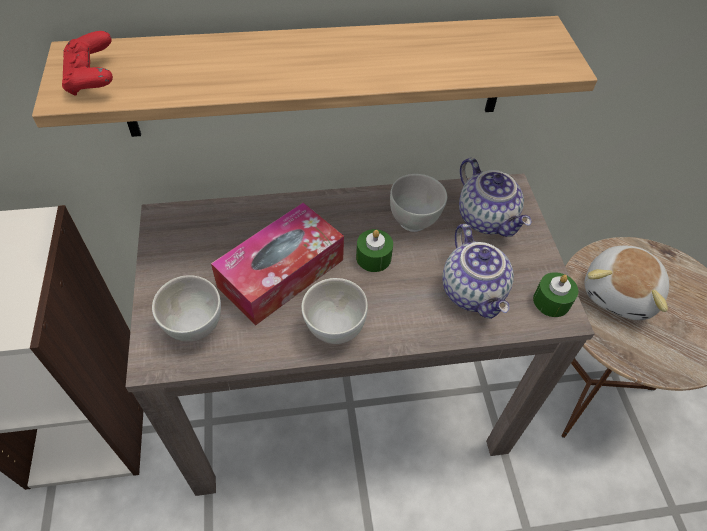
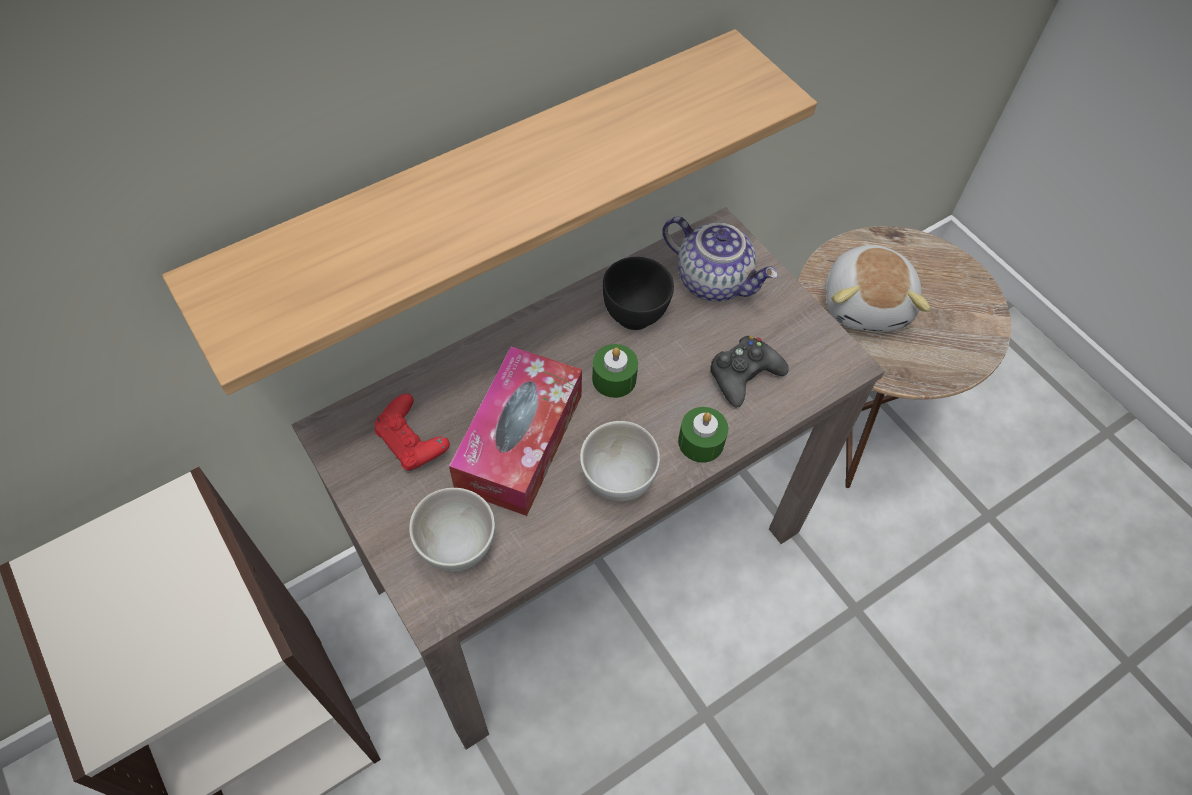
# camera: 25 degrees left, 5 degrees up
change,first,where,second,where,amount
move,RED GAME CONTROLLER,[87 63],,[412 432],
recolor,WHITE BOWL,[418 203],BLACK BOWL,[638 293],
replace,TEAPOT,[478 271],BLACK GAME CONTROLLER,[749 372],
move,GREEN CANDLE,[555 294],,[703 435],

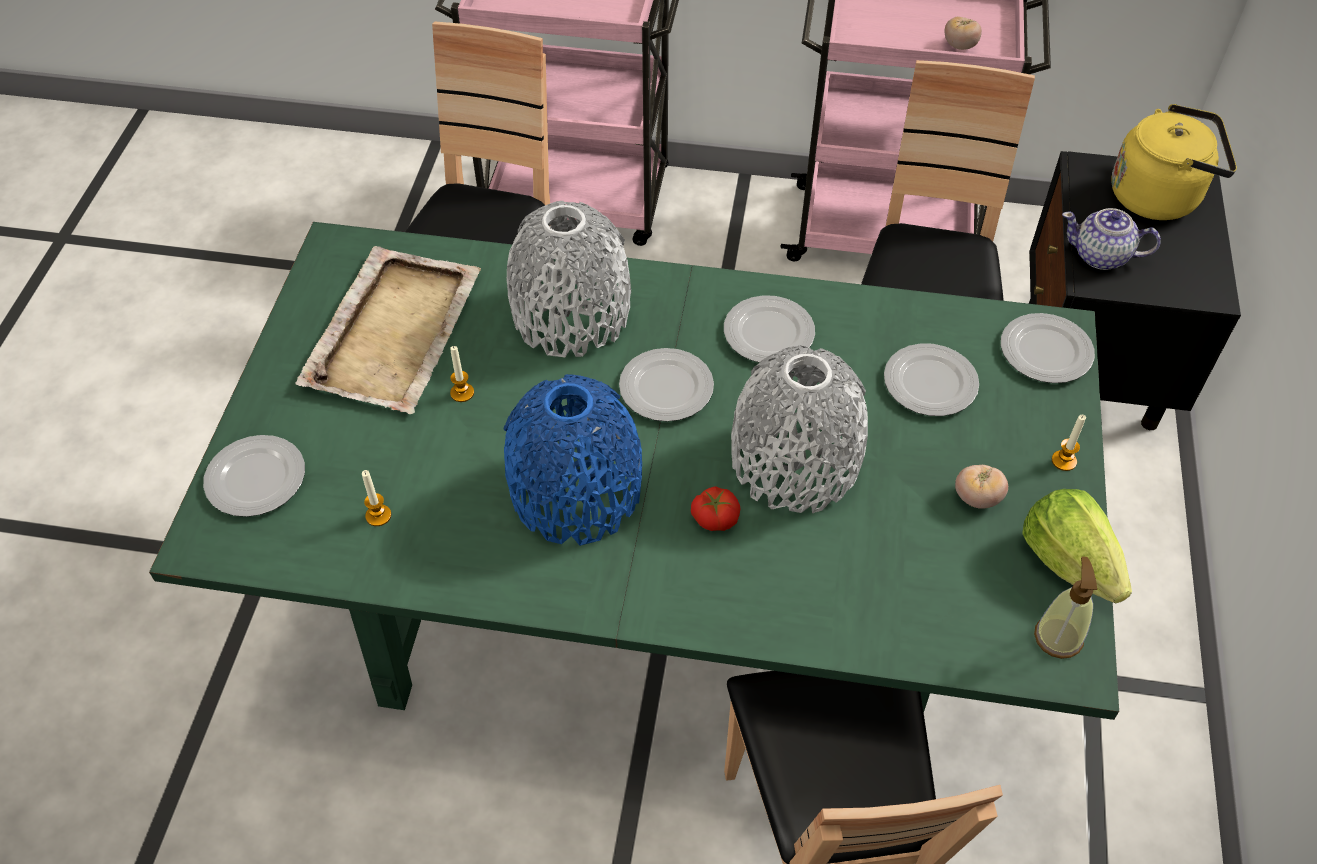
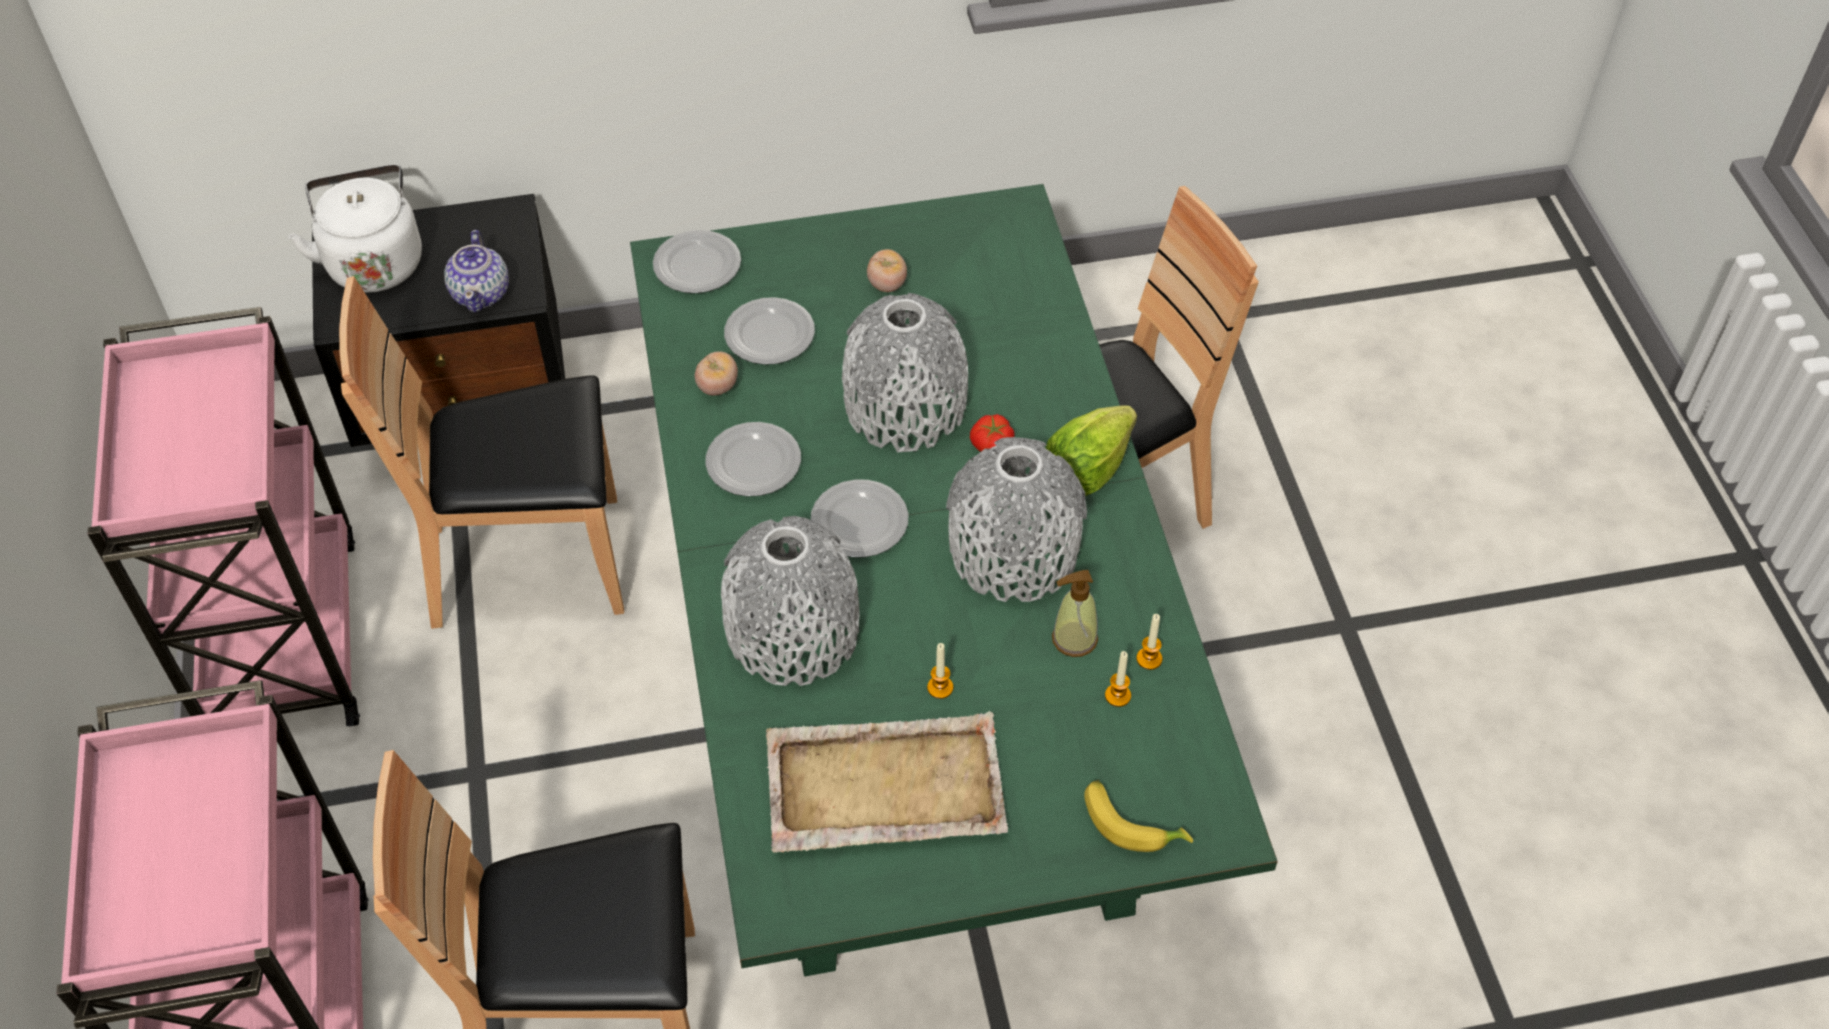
# camera: 110 degrees left, 0 degrees up
change,first,where,second,where,amount
replace,PLATE,[254 476],BANANA,[1138 816],
recolor,BLUE VASE,[573 460],GREY VASE,[1016 519],
move,TOMATO,[963 33],,[716 374],
move,LETTUCE,[1077 546],,[1091 450],
move,SOAP DISPENSER,[1065 608],,[1075 613],
move,CANDLE,[1069 443],,[1149 642],
recolor,YELLOW KETTLE,[1174 162],WHITE KETTLE,[355 228],

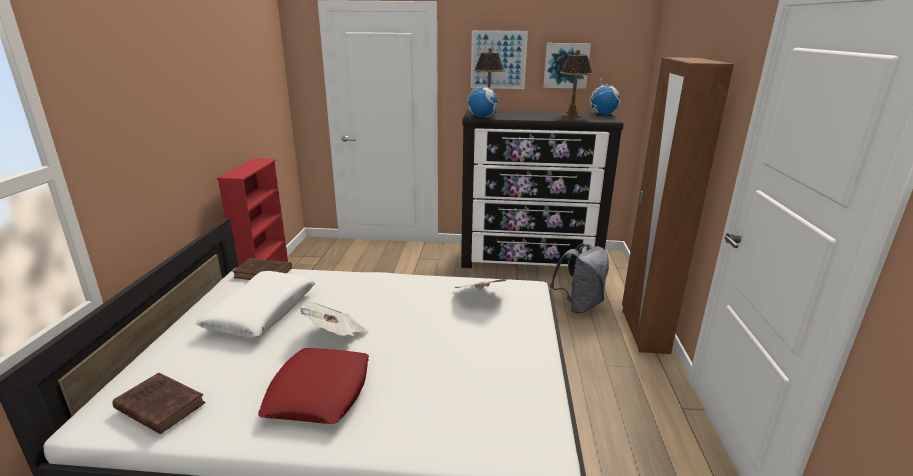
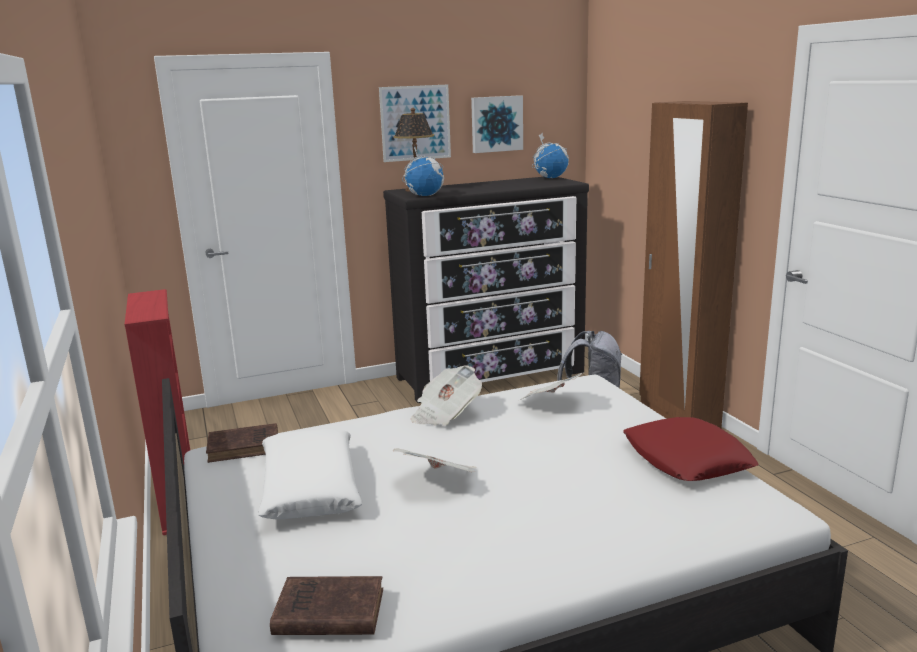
# camera: 25 degrees left, 5 degrees down
change,first,where,second,where,amount
move,RED PILLOW,[313 386],,[690 449],
delete,TABLE LAMP,[576 84],,,
insert,,,NEWSPAPER,[446 395],

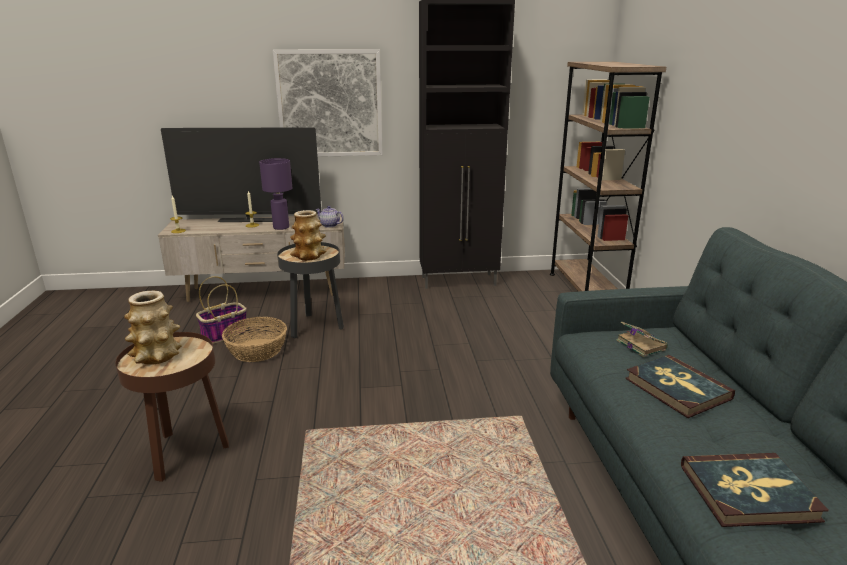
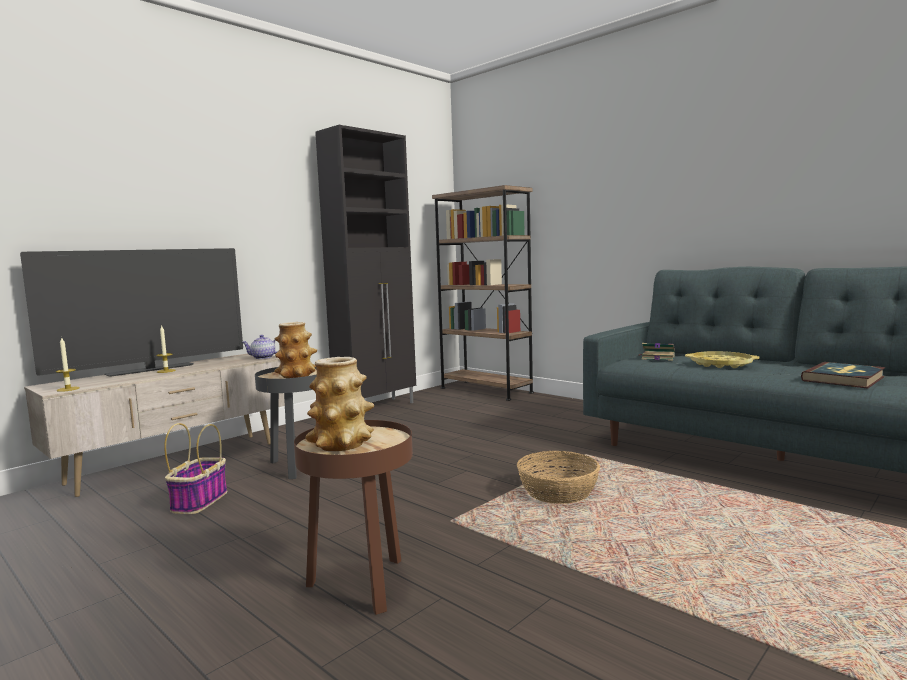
# camera: 40 degrees left, 15 degrees down
change,first,where,second,where,amount
move,BASKET,[254 339],,[558 477],
delete,PURPLE TABLE LAMP,[275 194],,,
delete,PICTURE,[328 103],,,
replace,BOOK,[680 386],YELLOW TRAY,[722 359],

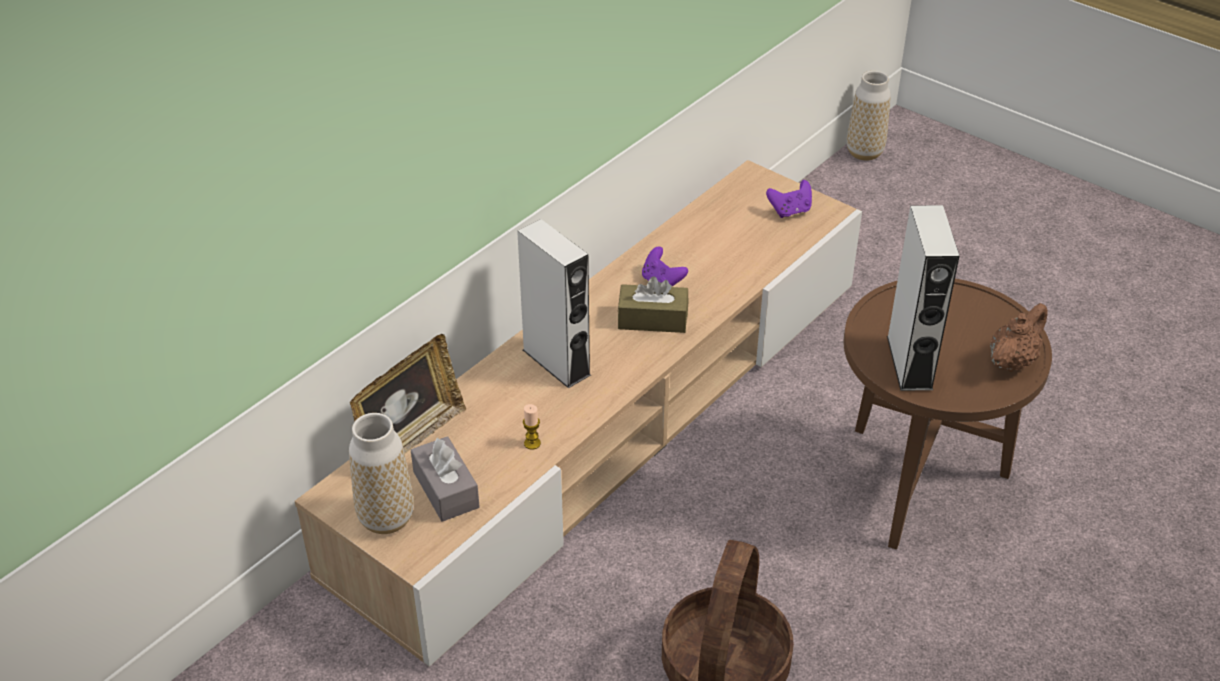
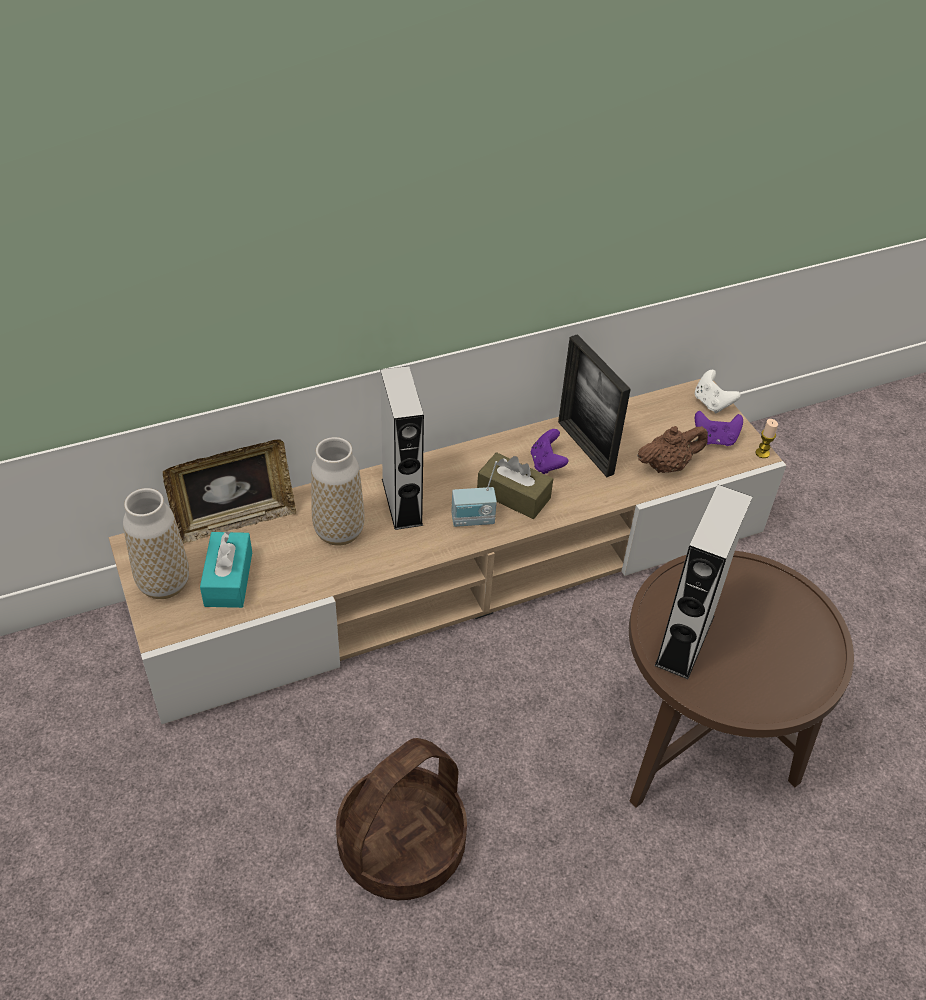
# camera: 25 degrees right, 5 degrees up
change,first,where,second,where,amount
recolor,GREY TISSUE BOX,[445 479],TURQUOISE TISSUE BOX,[226 569],
move,CANDLE,[532 427],,[766 438],
move,VASE,[869 116],,[337 491],
move,BROWN TEAPOT,[1019 337],,[672 449],
insert,,,RADIO,[474 494],
insert,,,PICTURE FRAME,[594 405],
insert,,,WHITE GAME CONTROLLER,[718 391],

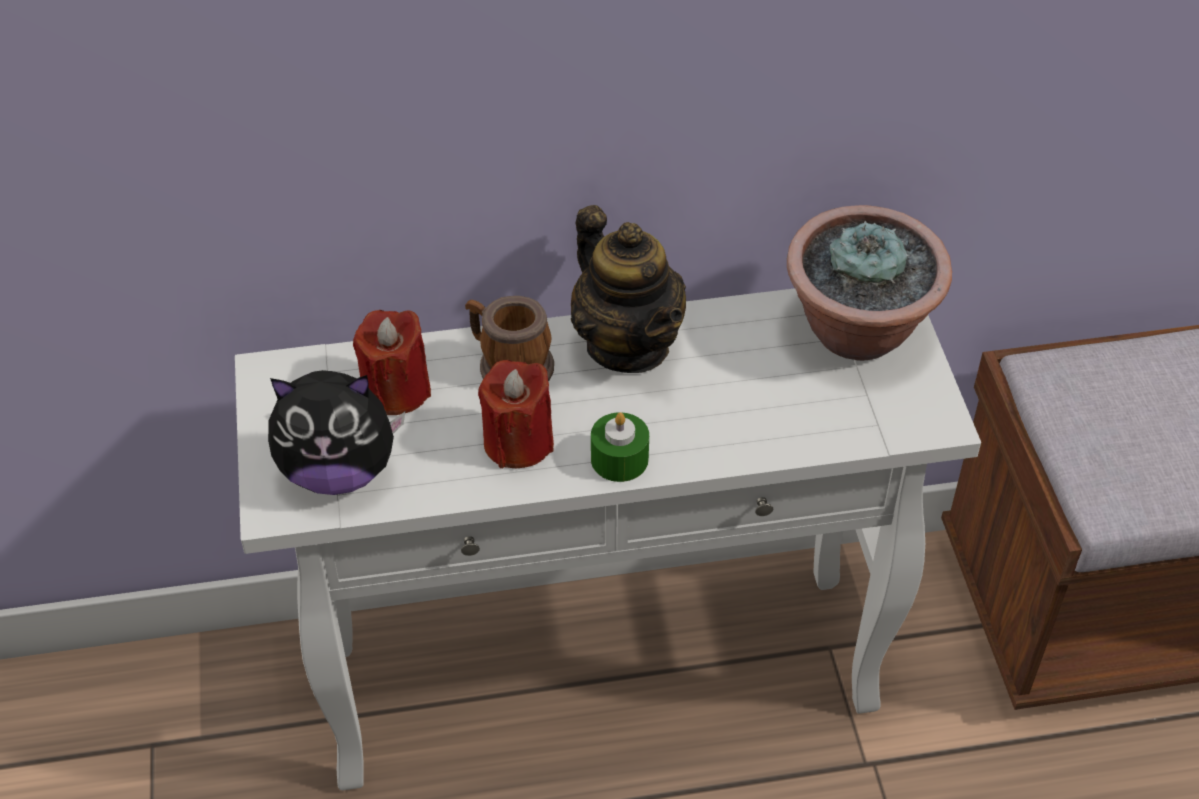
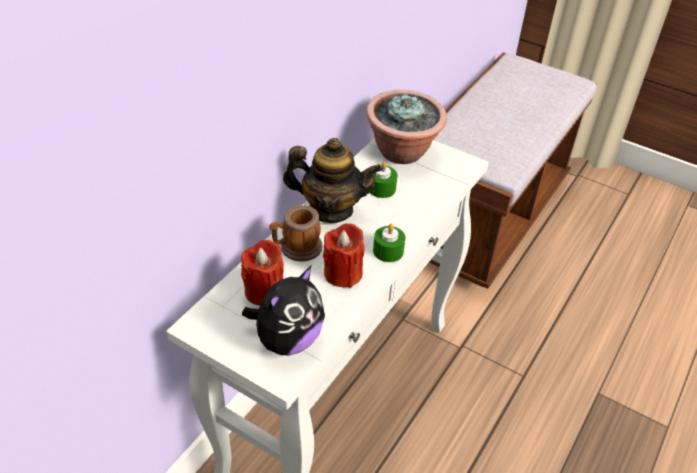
# camera: 50 degrees left, 5 degrees down
change,first,where,second,where,amount
insert,,,GREEN CANDLE,[383 180],

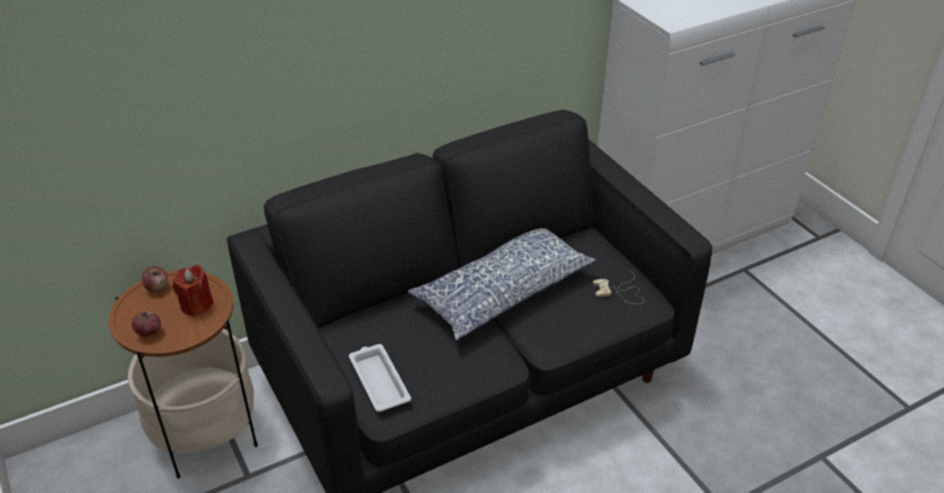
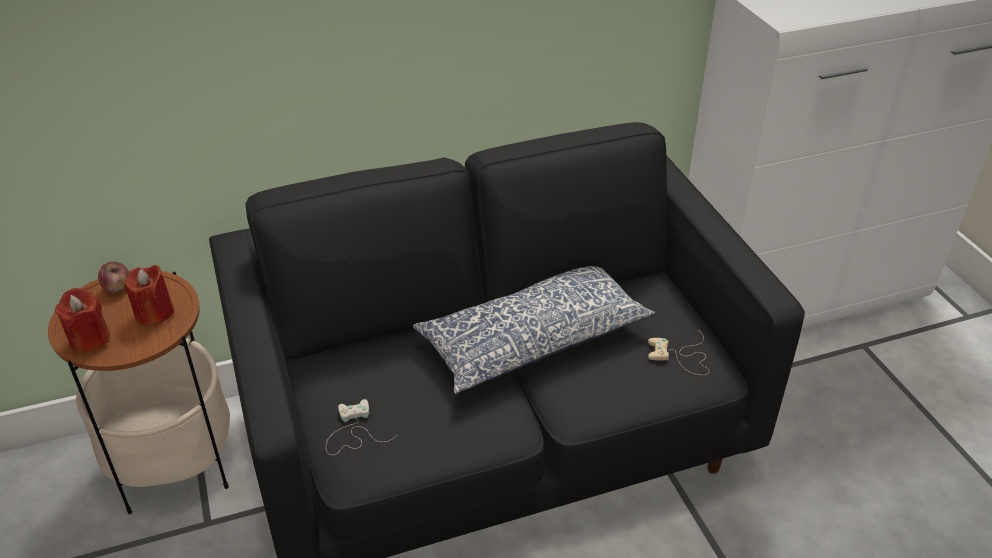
# camera: 10 degrees right, 0 degrees up
change,first,where,second,where,amount
replace,APPLE,[146 324],RED CANDLE,[82 320],
replace,WHITE TRAY,[380 378],WHITE GAME CONTROLLER,[361 427],

